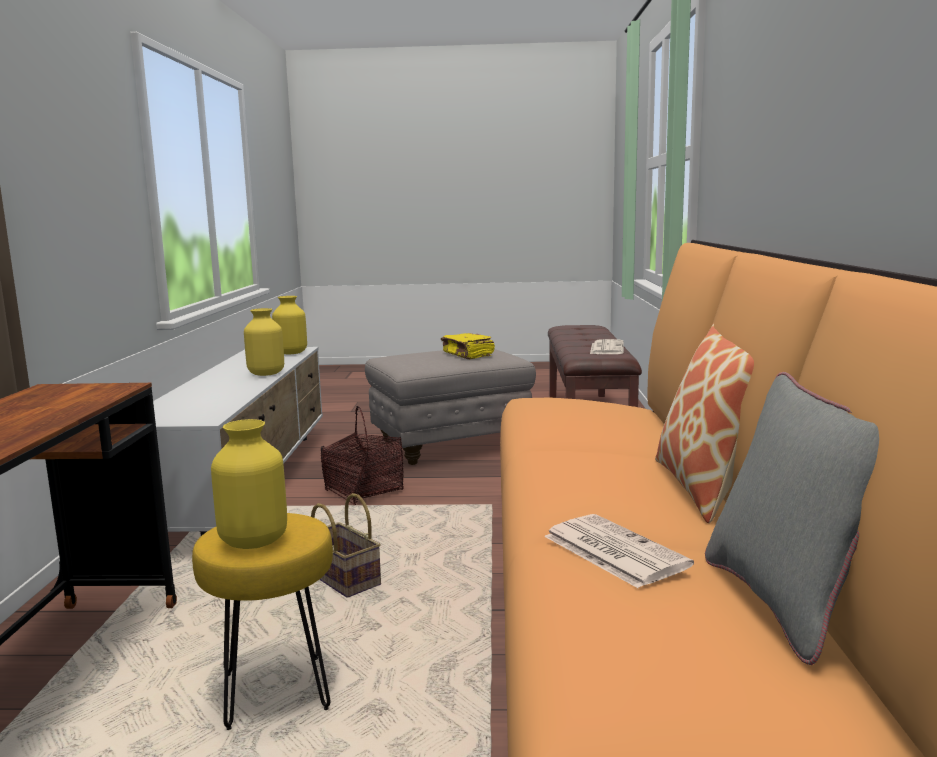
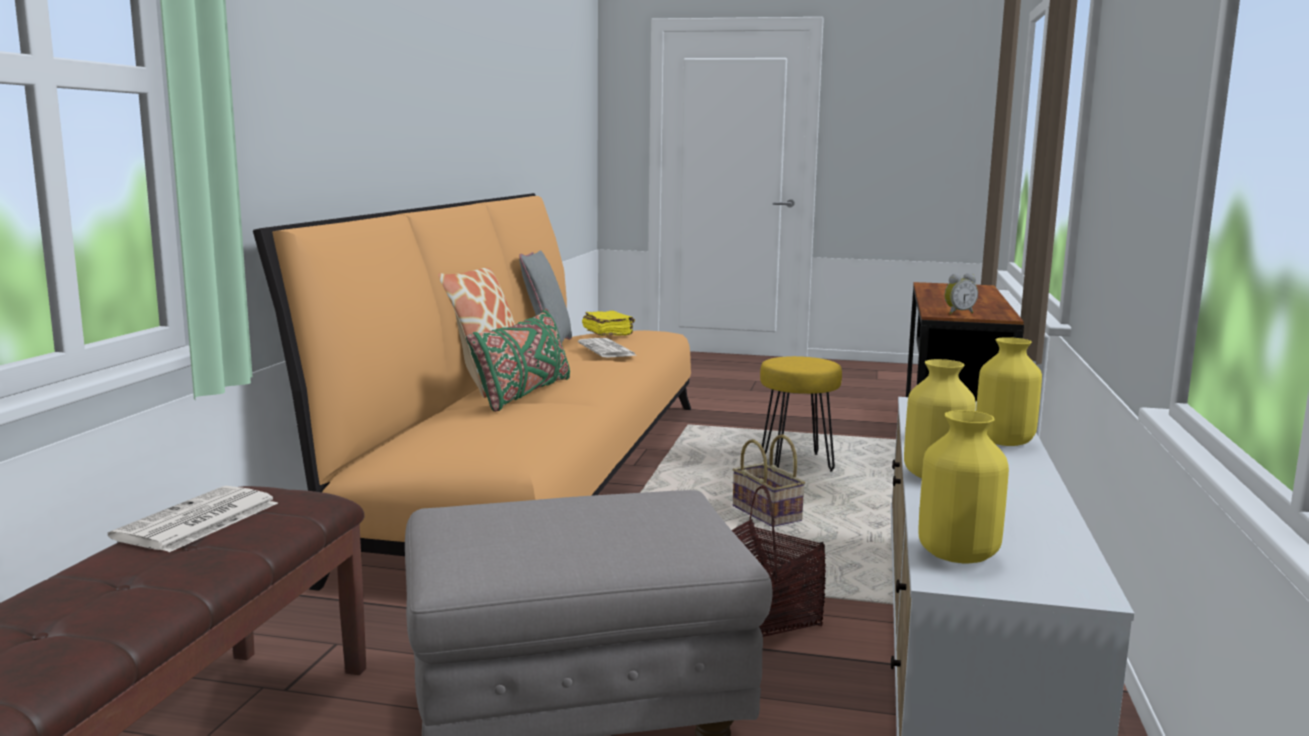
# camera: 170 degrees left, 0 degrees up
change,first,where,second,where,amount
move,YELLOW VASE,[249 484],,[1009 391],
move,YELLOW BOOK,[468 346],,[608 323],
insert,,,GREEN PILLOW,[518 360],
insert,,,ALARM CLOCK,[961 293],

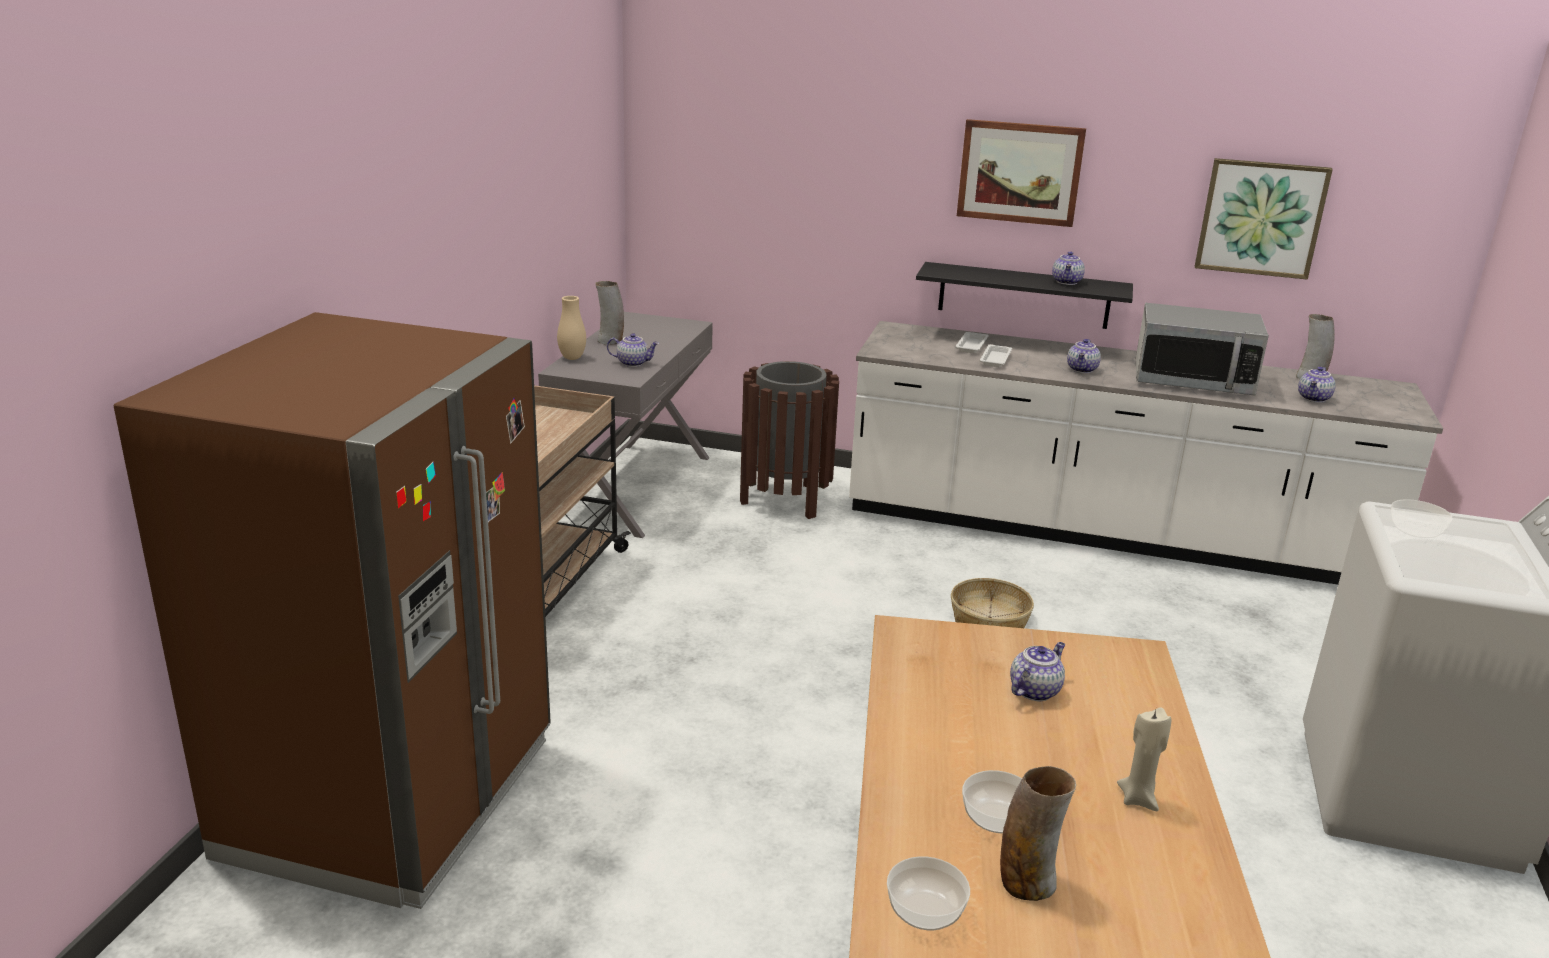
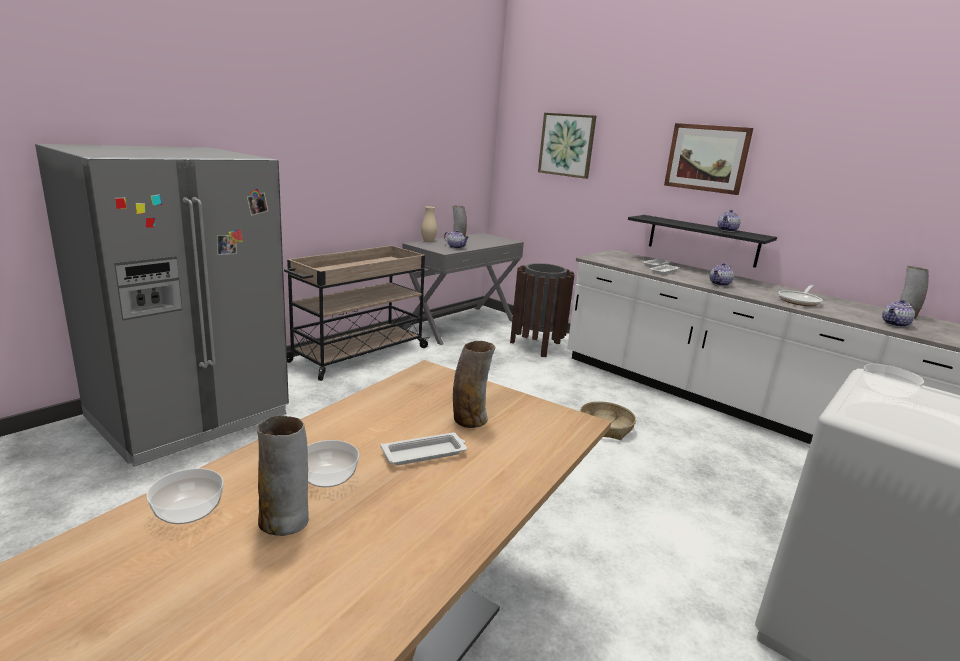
# camera: 25 degrees right, 5 degrees down
change,first,where,second,where,amount
recolor,BROWN FRIDGE,[332 610],GREY FRIDGE,[162 305],
replace,TEAPOT,[1037 671],VASE,[474 384],
delete,BEIGE CANDLE,[1144 759],,,
replace,MICROWAVE,[1202 349],FRYING PAN,[800 295],
move,PICTURE,[1264 218],,[567 145],
insert,,,WHITE TRAY,[423 449],

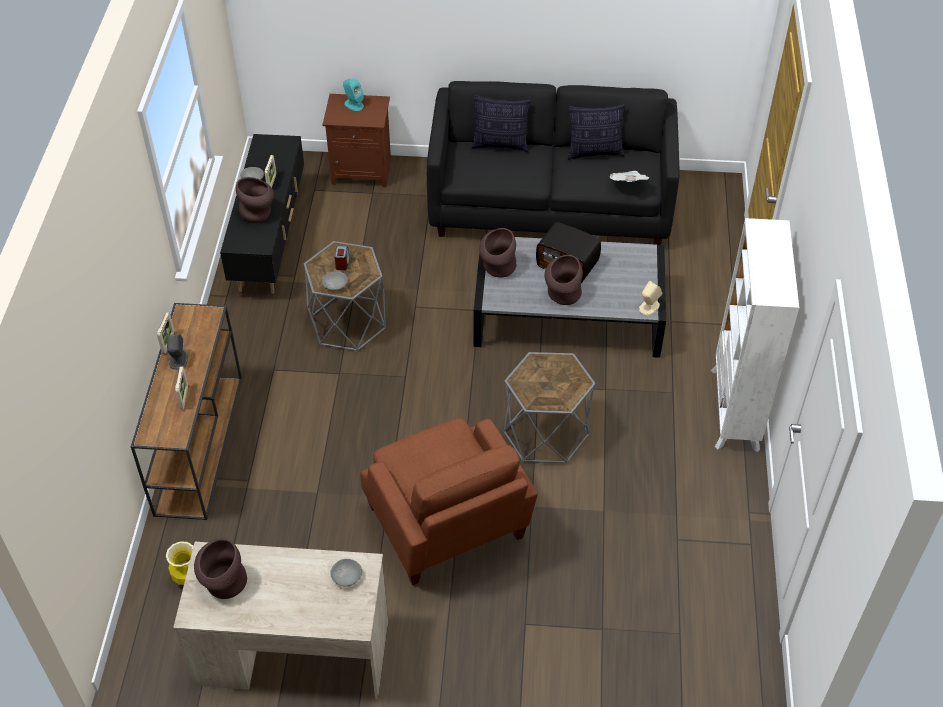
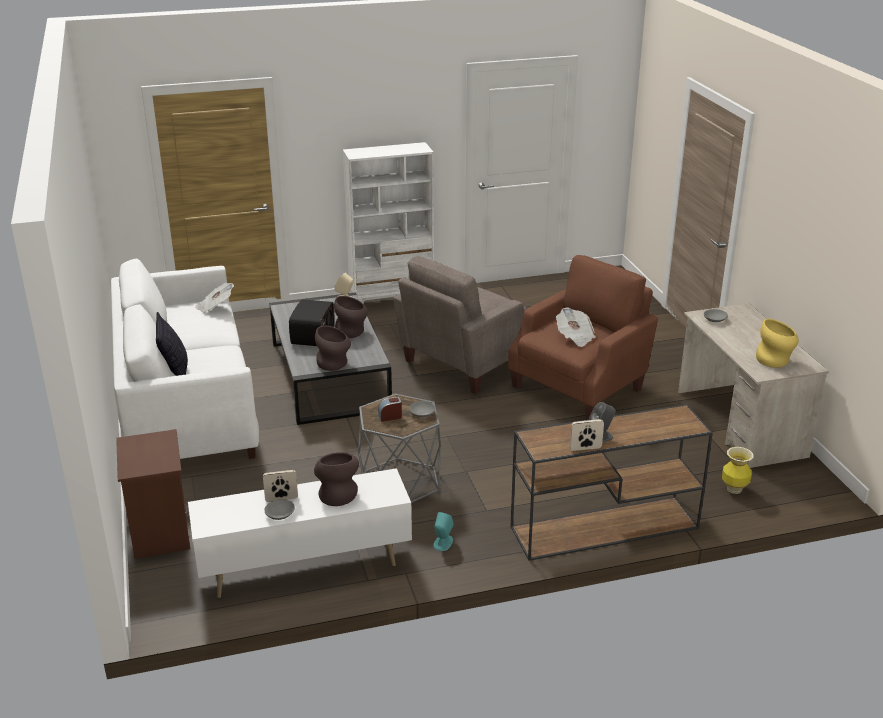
# camera: 110 degrees left, 20 degrees down
change,first,where,second,where,amount
delete,PICTURE FRAME,[181 388],,,
recolor,BROWN VASE,[220 569],YELLOW VASE,[777 343],
recolor,BLACK TV STAND,[262 214],WHITE TV STAND,[300 533],
move,TURQUOISE SPEAKER,[353 94],,[443 531],
recolor,BLACK SOFA,[553 163],WHITE SOFA,[185 359],
replace,GREY SIDE TABLE,[549 408],BEIGE ARMCHAIR,[460 325],
delete,PILLOW,[596 132],,,
insert,,,NEWSPAPER,[576 327],

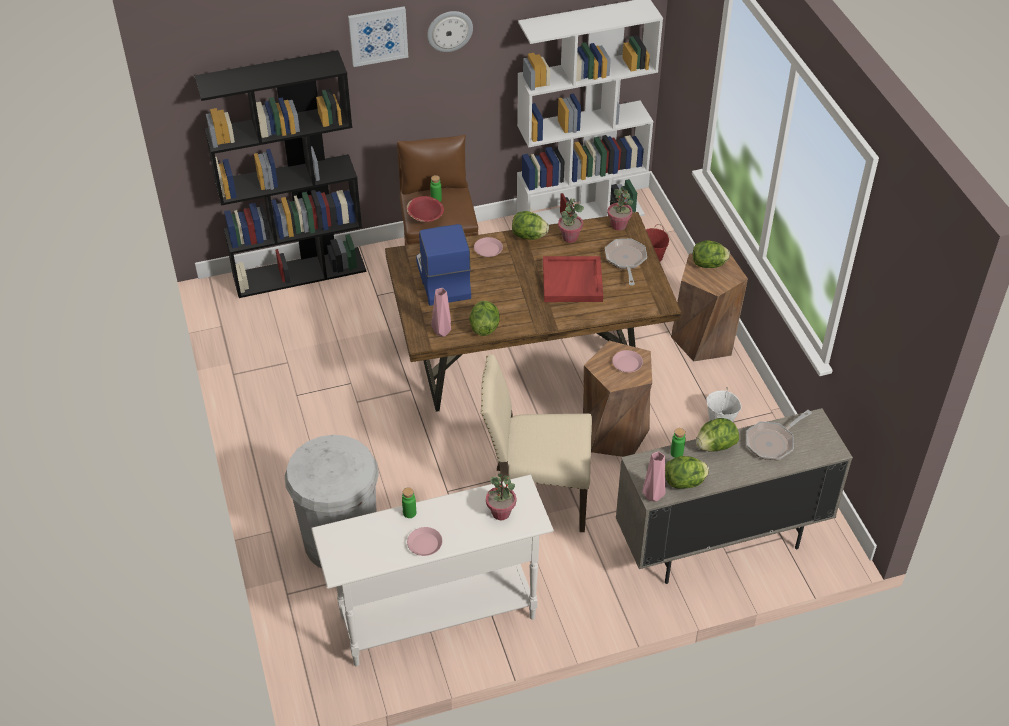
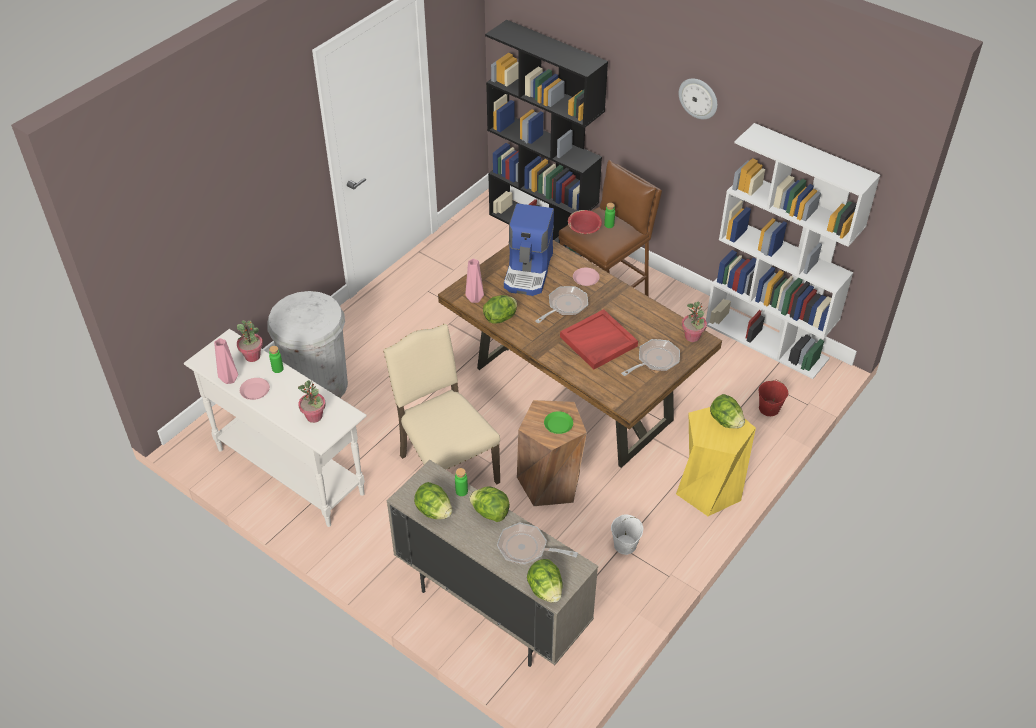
# camera: 55 degrees right, 0 degrees up
change,first,where,second,where,amount
delete,PICTURE,[378 36],,,
rotate,COFFEE MACHINE,[443 265],,[529 249],150 degrees clockwise
move,LETTUCE,[530 225],,[545 581],
move,POTTED PLANT,[571 220],,[250 341],
recolor,PINK PLATE,[627 361],GREEN PLATE,[558 422],
move,PINK VASE,[654 476],,[226 361],
recolor,BROWN STOOL,[709 307],YELLOW STOOL,[716 461],
insert,,,FRYING PAN,[561 304],

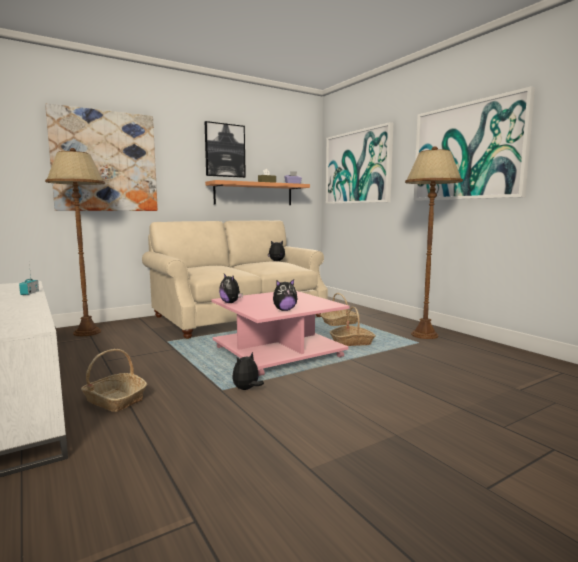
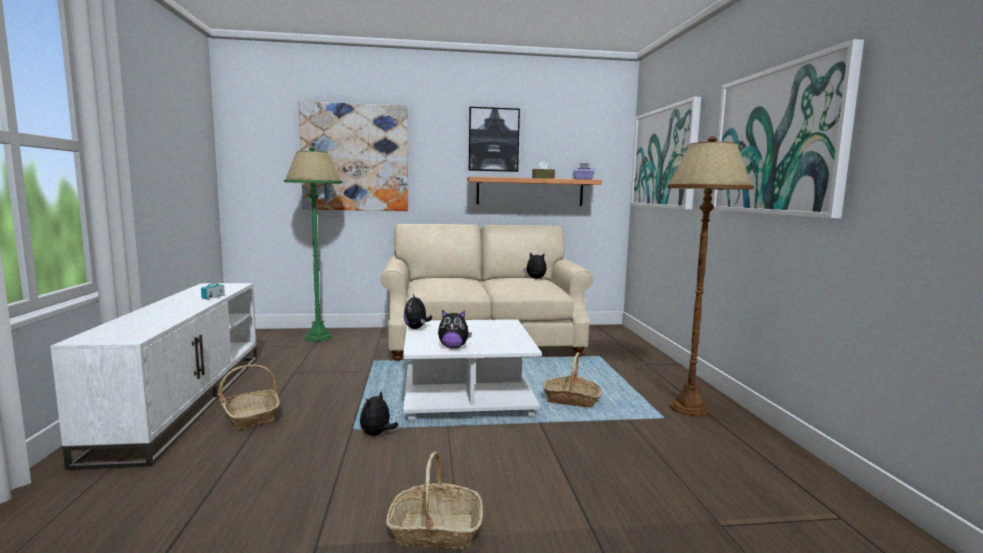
# camera: 25 degrees right, 0 degrees up
change,first,where,second,where,amount
recolor,BROWN FLOOR LAMP,[75 242],GREEN FLOOR LAMP,[313 244],
recolor,PINK COFFEE TABLE,[280 333],WHITE COFFEE TABLE,[472 370],
rotate,PLUSH TOY,[248 371],,[379 413],45 degrees counterclockwise
move,BASKET,[340 309],,[434 500],

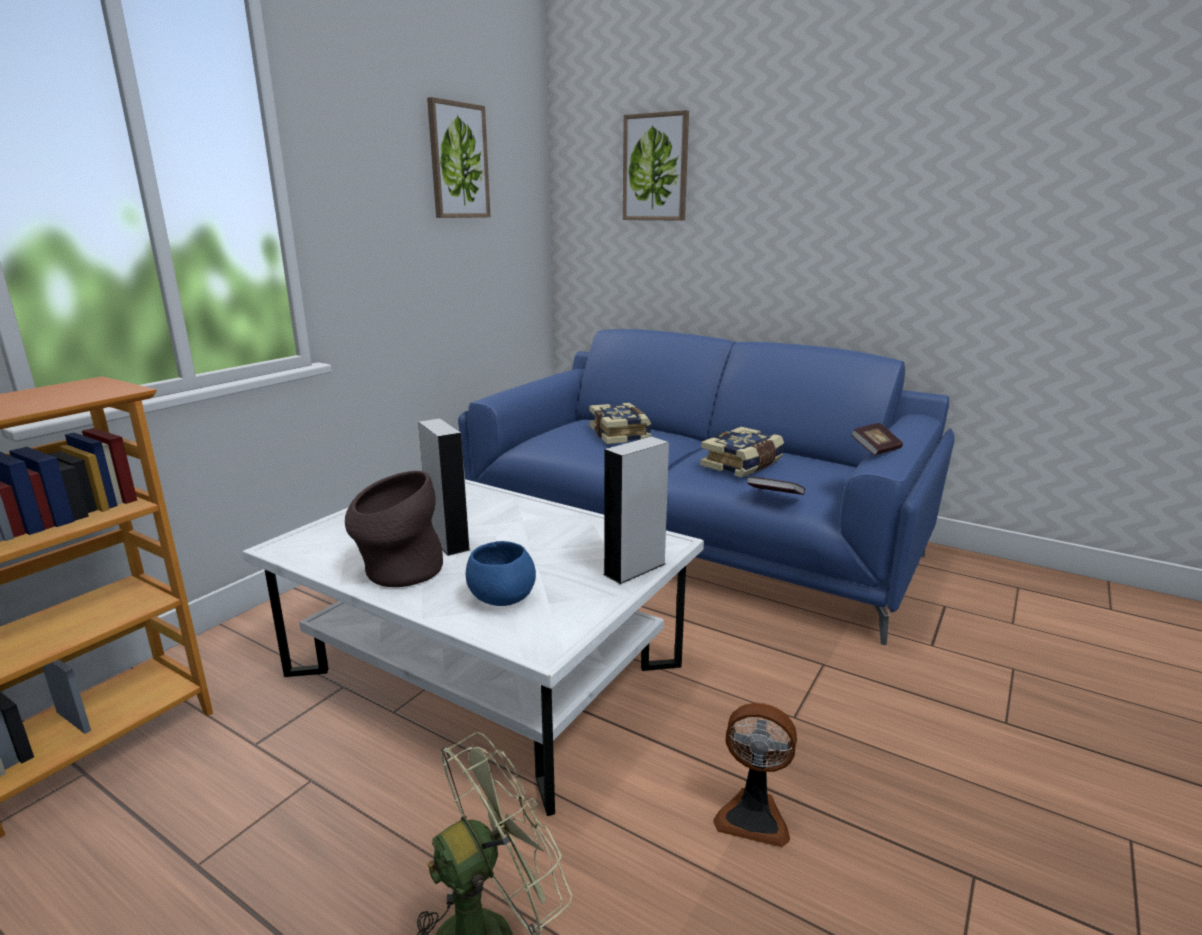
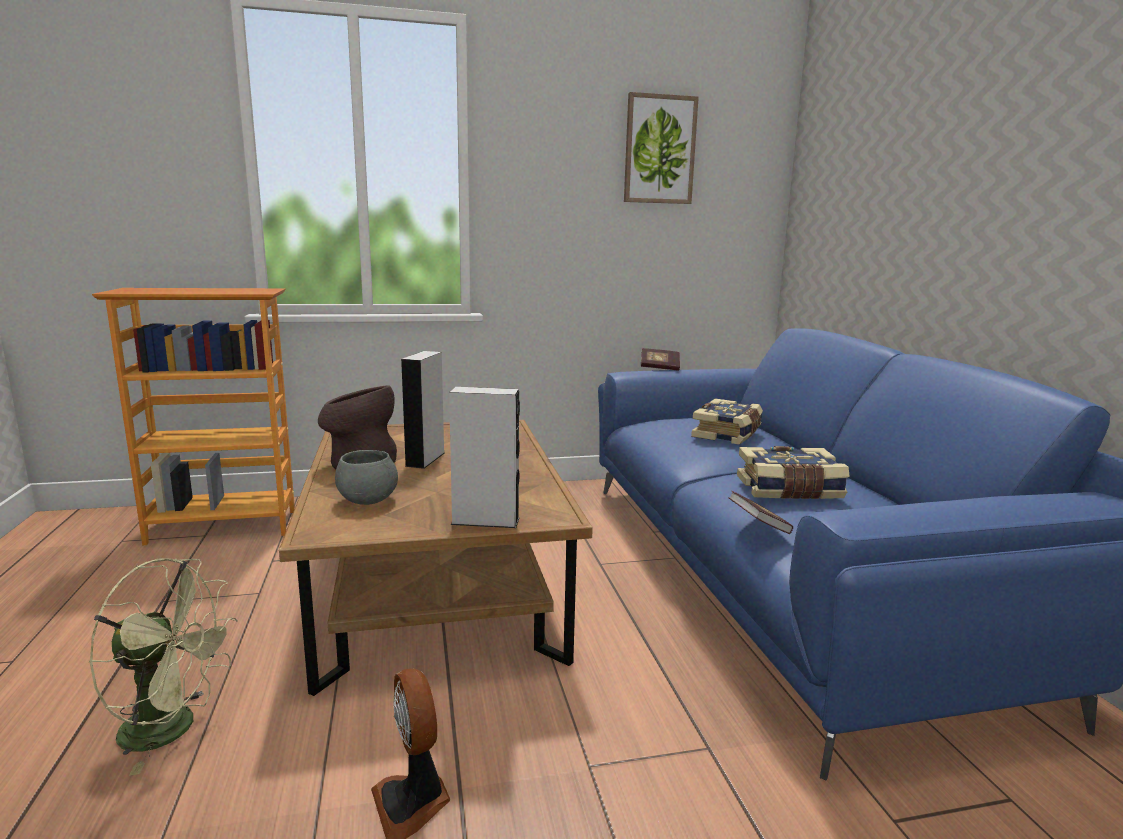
# camera: 45 degrees right, 5 degrees down
change,first,where,second,where,amount
recolor,WHITE COFFEE TABLE,[473 647],BROWN COFFEE TABLE,[436 558],
recolor,BLUE BOWL,[501 573],GREY BOWL,[366 477],
delete,PICTURE,[656 165],,,
move,BOOK,[877 439],,[660 359],

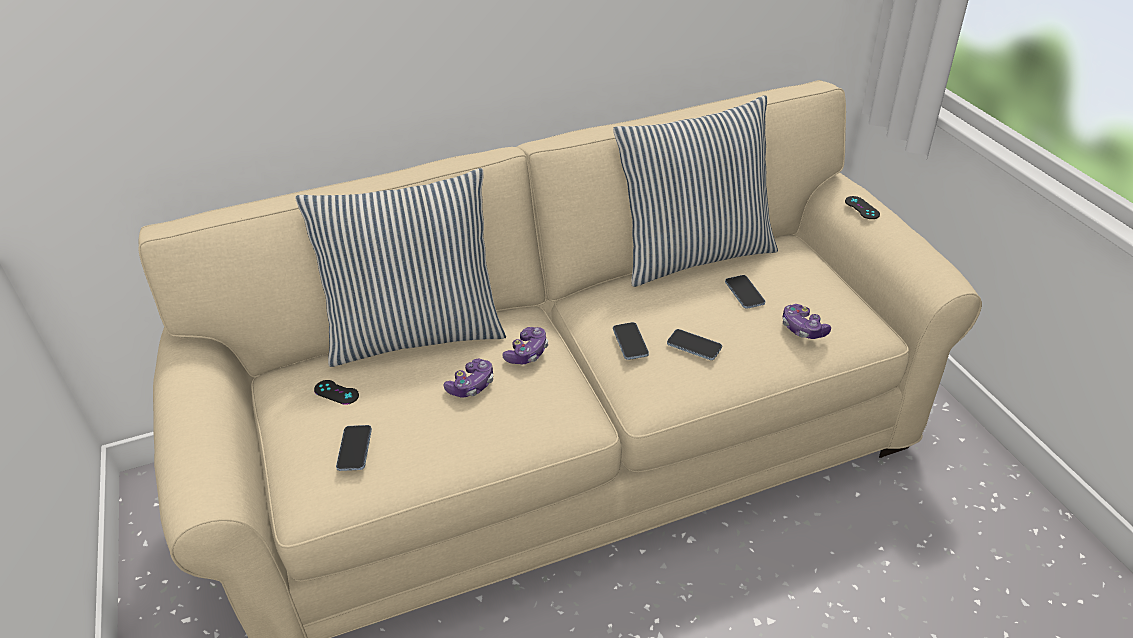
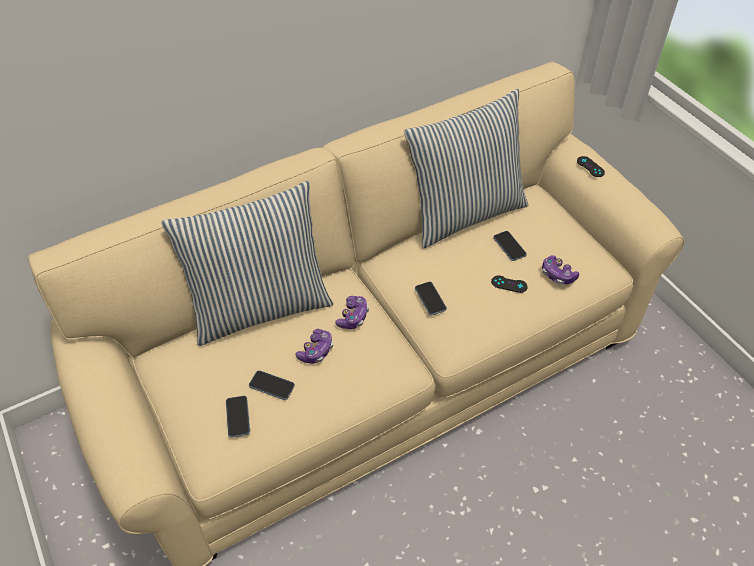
# camera: 10 degrees left, 10 degrees up
change,first,where,second,where,amount
move,BLACK GAME CONTROLLER,[336 392],,[509 284],
move,PHONE,[694 344],,[272 385],

